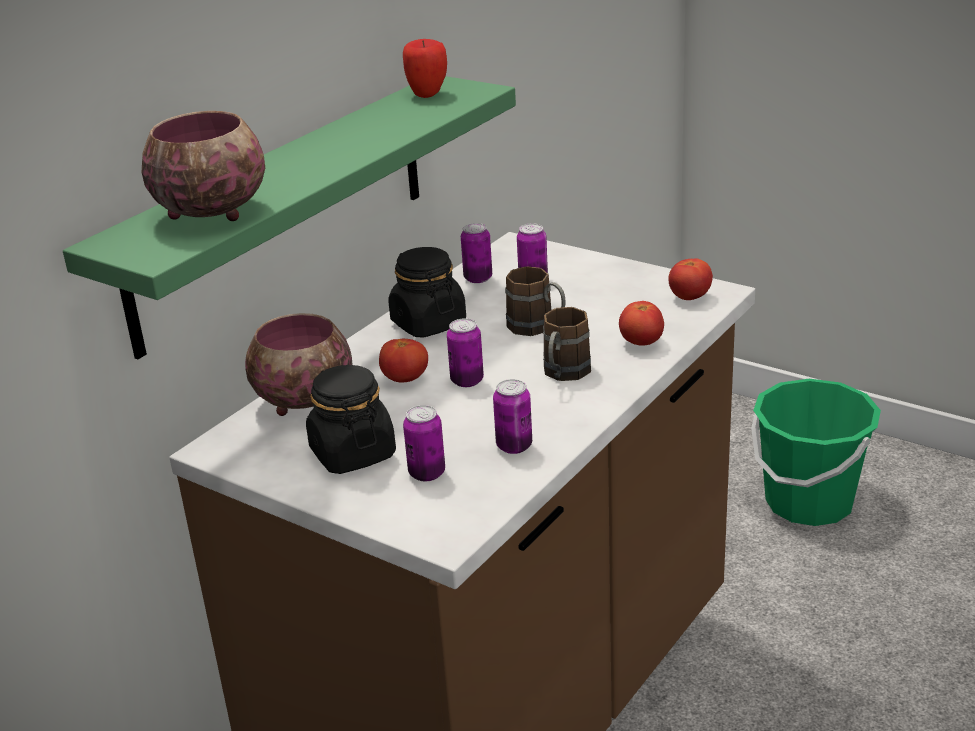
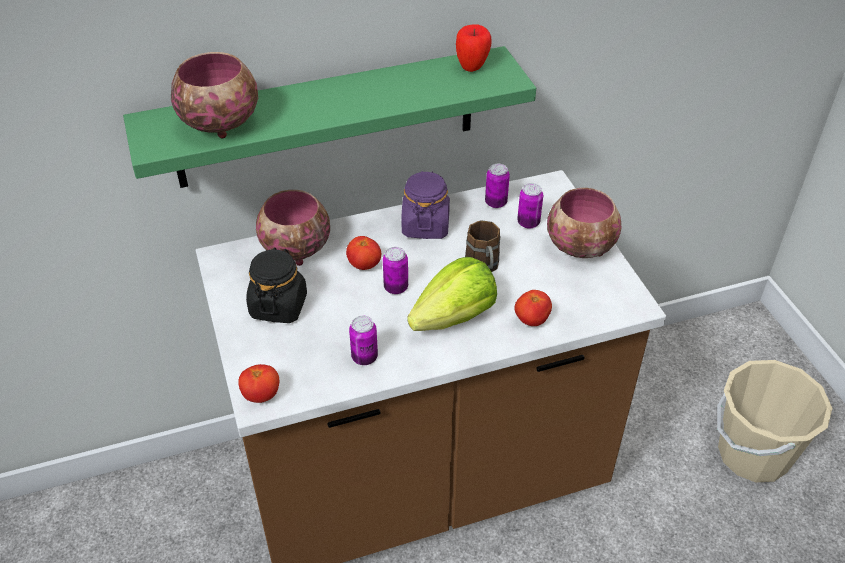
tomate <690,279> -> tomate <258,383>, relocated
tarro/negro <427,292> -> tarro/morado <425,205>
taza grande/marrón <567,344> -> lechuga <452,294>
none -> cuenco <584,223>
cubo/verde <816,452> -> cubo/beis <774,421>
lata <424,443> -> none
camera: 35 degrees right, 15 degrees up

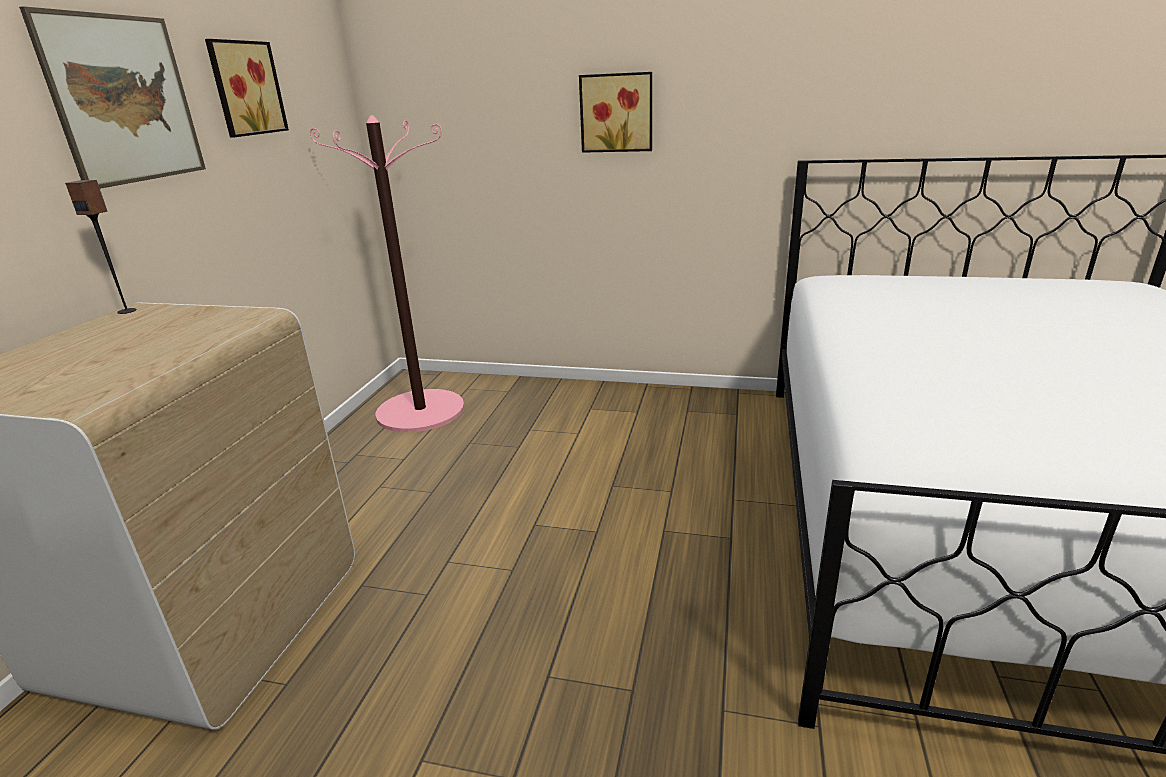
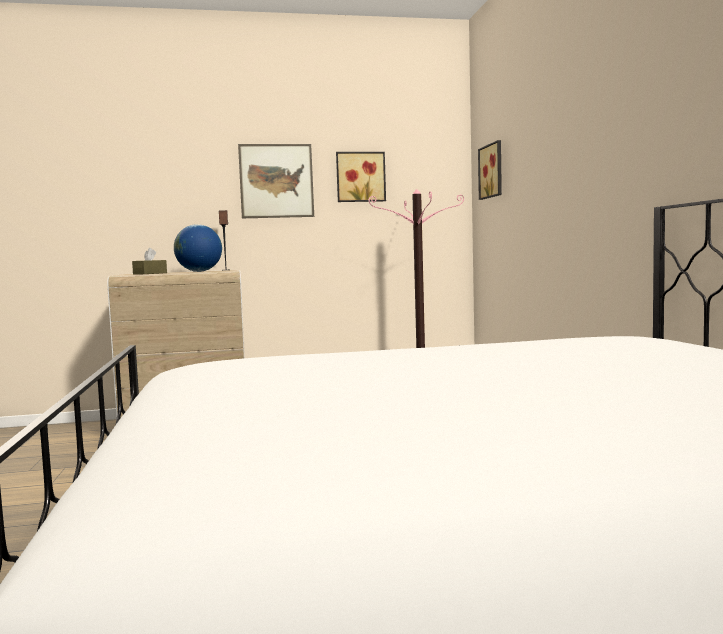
none -> caja de pañuelos/marrón <149,261>
none -> globo terráqueo <198,248>
cuadro <615,112> -> cuadro <490,170>, relocated
camera: 65 degrees right, 20 degrees down

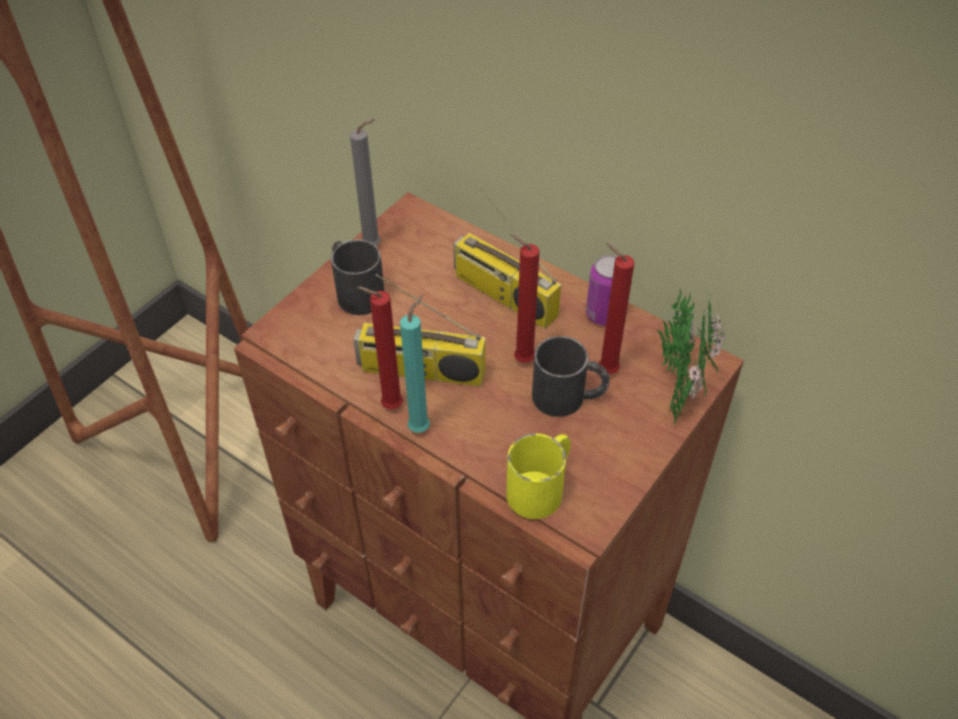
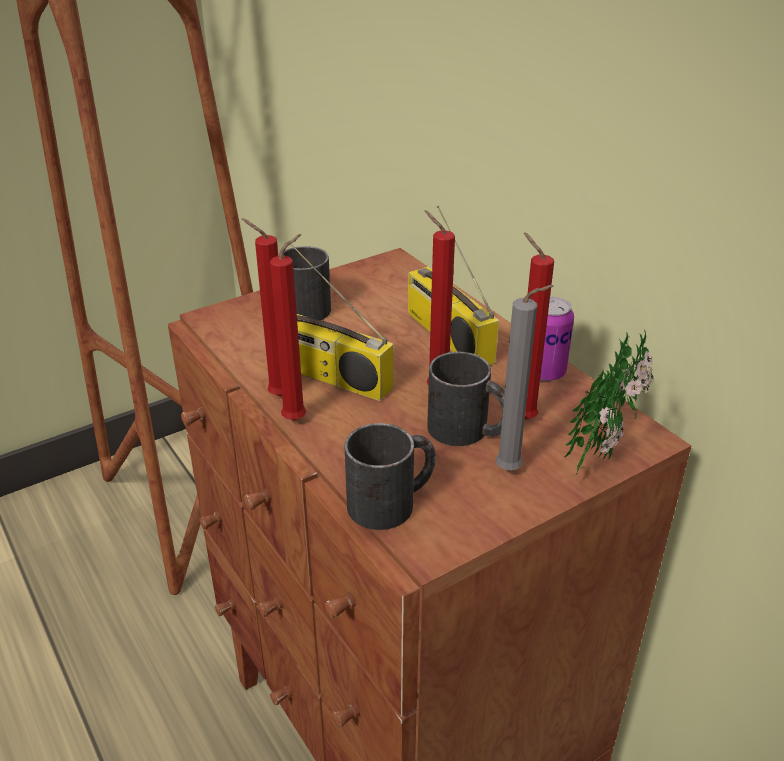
vela/turquesa <415,364> -> vela/rojo <288,327>
taza grande/amarillo <538,476> -> taza grande/negro <390,476>
vela/gris <365,182> -> vela/gris <525,378>, relocated
camera: 20 degrees right, 15 degrees down

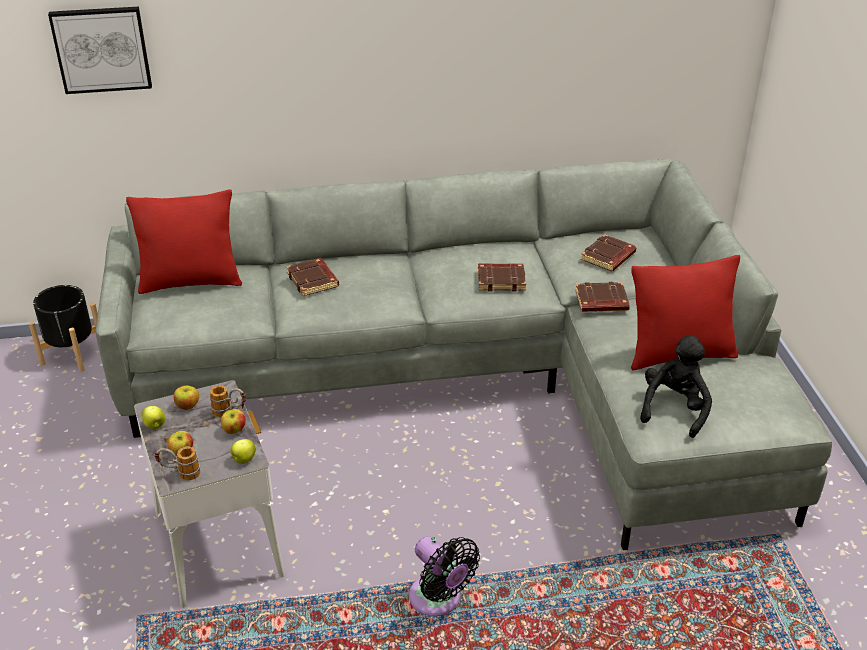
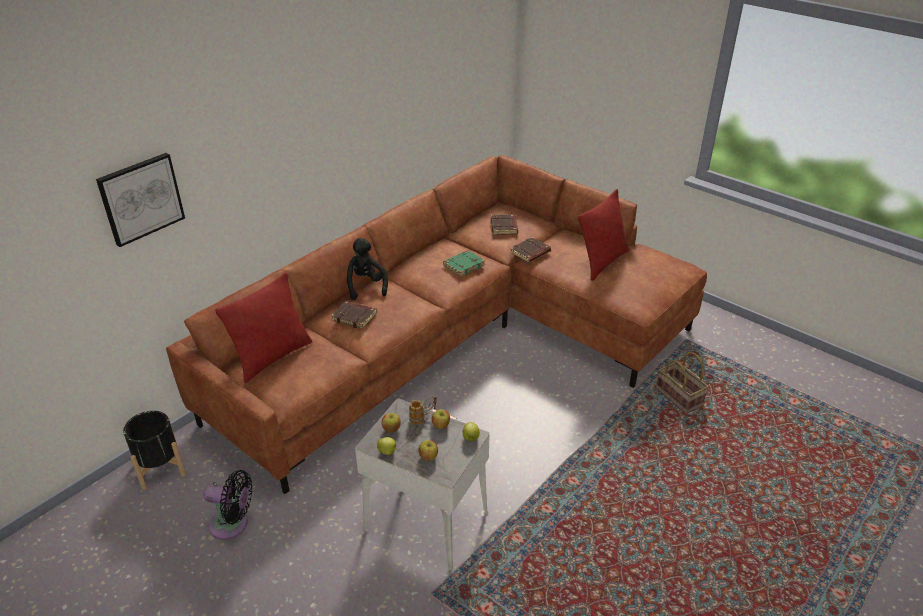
sofá/gris <464,354> -> sofá/marrón <436,324>
ventilador/negro <444,576> -> ventilador/negro <227,505>, relocated
peluche/negro <676,386> -> peluche/negro <367,269>, relocated
libro/marrón <502,277> -> libro/verde <464,263>
none -> cesta <682,383>
taza grande <177,463> -> none
camera: 40 degrees left, 0 degrees up

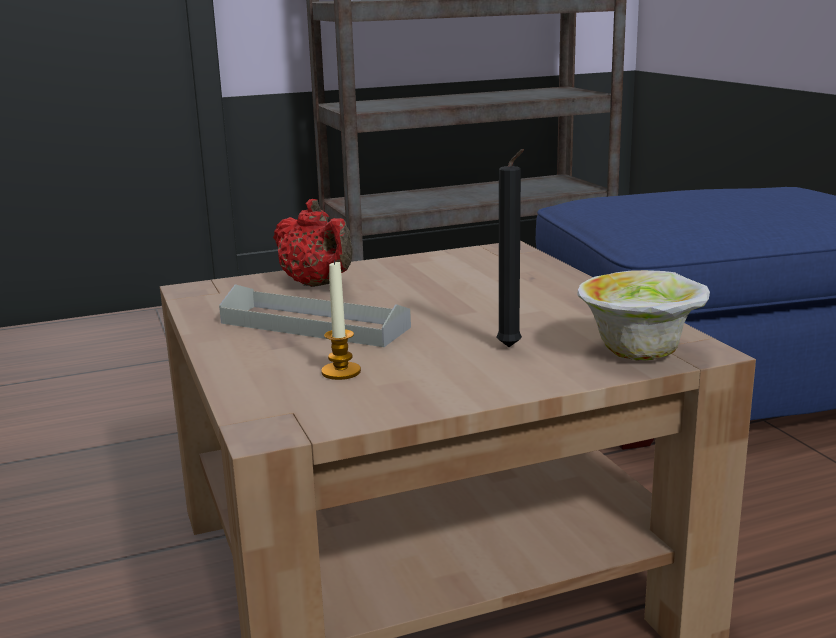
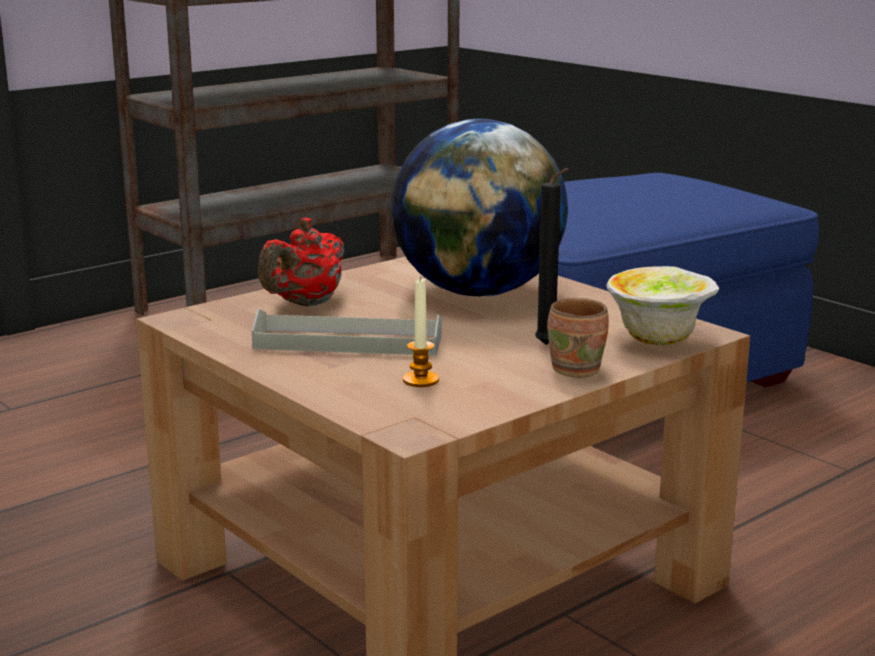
tetera/rojo <313,243> -> tetera/rojo <301,262>, 90 degrees clockwise
none -> globo terráqueo <479,207>
none -> taza grande/marrón <578,338>
camera: 20 degrees left, 0 degrees up

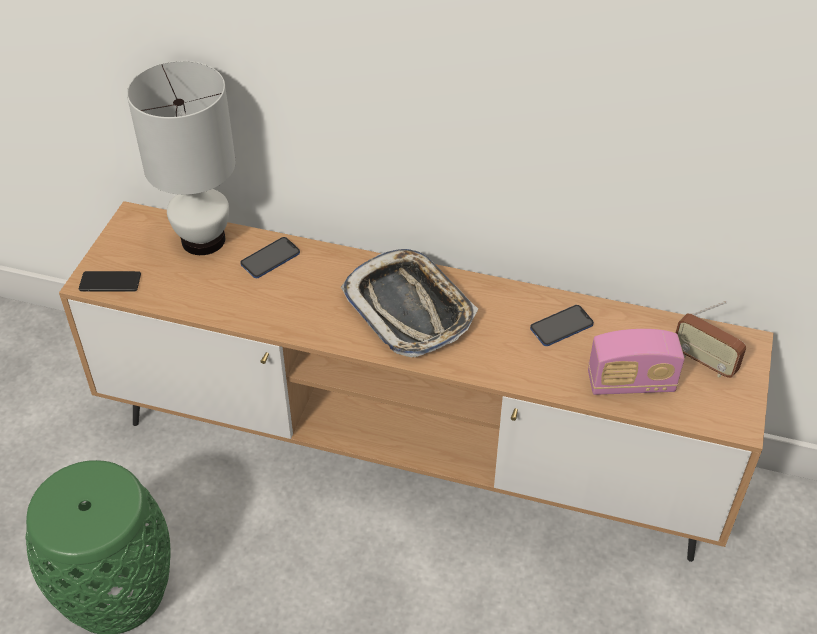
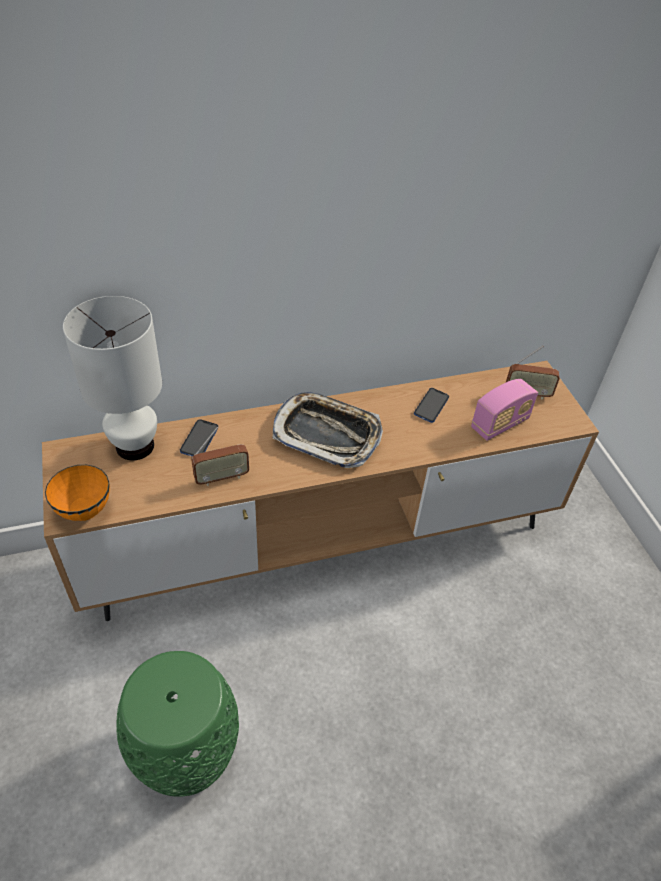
móvil <110,281> -> cuenco/naranja <77,493>
none -> radio <220,456>
camera: 35 degrees left, 0 degrees up

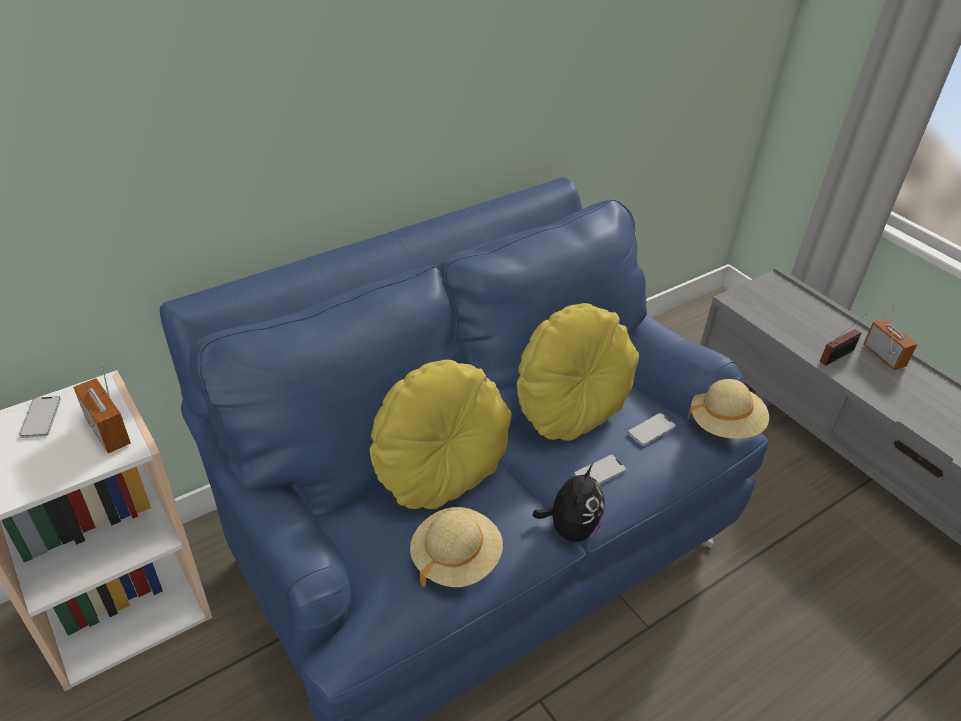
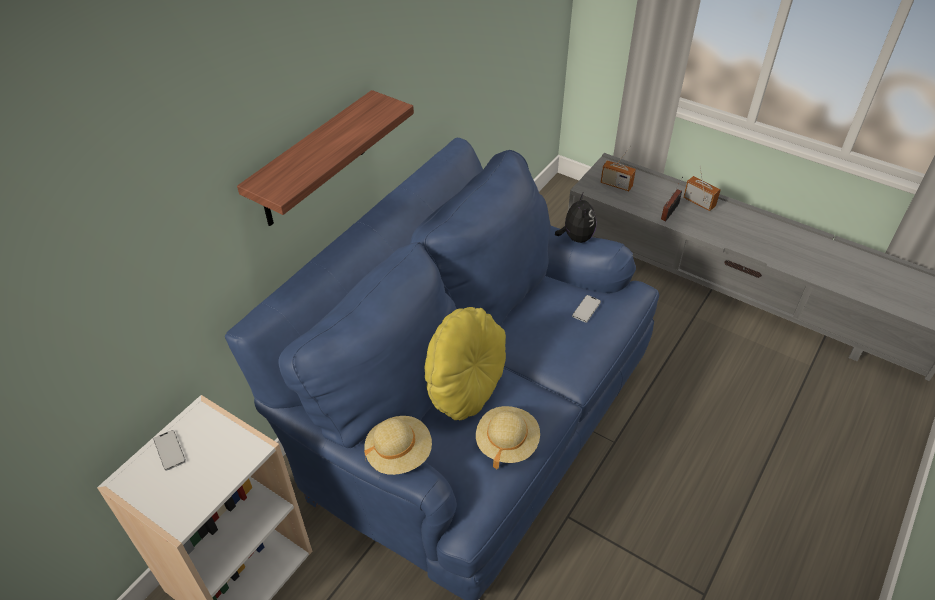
none -> estante <325,158>
sombrero/beis <728,409> -> sombrero/beis <398,445>, relocated
peluche <568,503> -> peluche <575,218>, relocated
radio <102,408> -> radio <618,168>, relocated
cojín/amarillo <578,372> -> none
móvil <600,469> -> none
camera: 20 degrees left, 5 degrees up

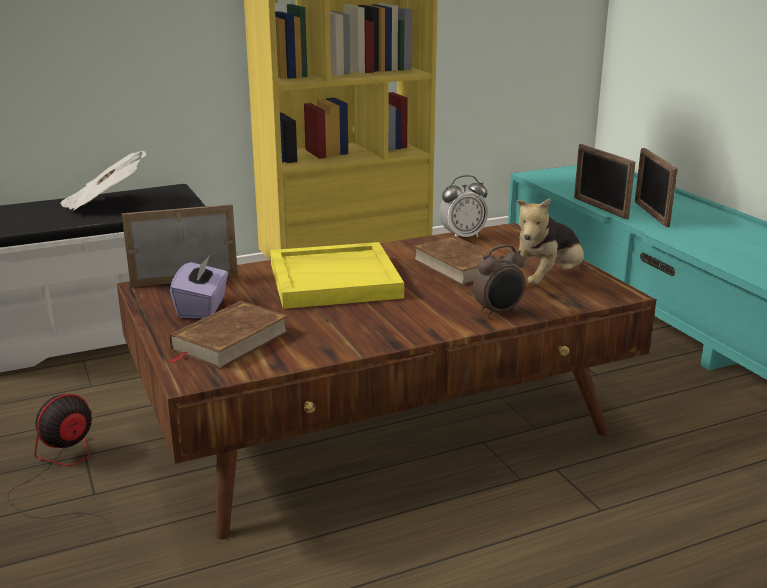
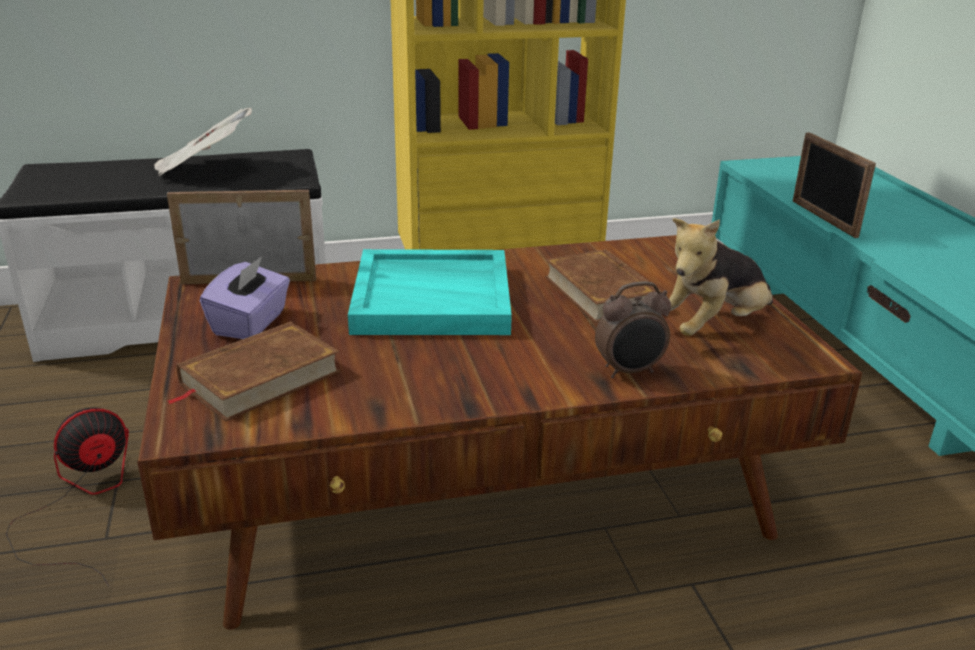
bandeja/amarillo <337,275> -> bandeja/turquesa <430,292>
despertador <463,206> -> none
portarretratos <656,187> -> none
camera: 10 degrees right, 5 degrees up

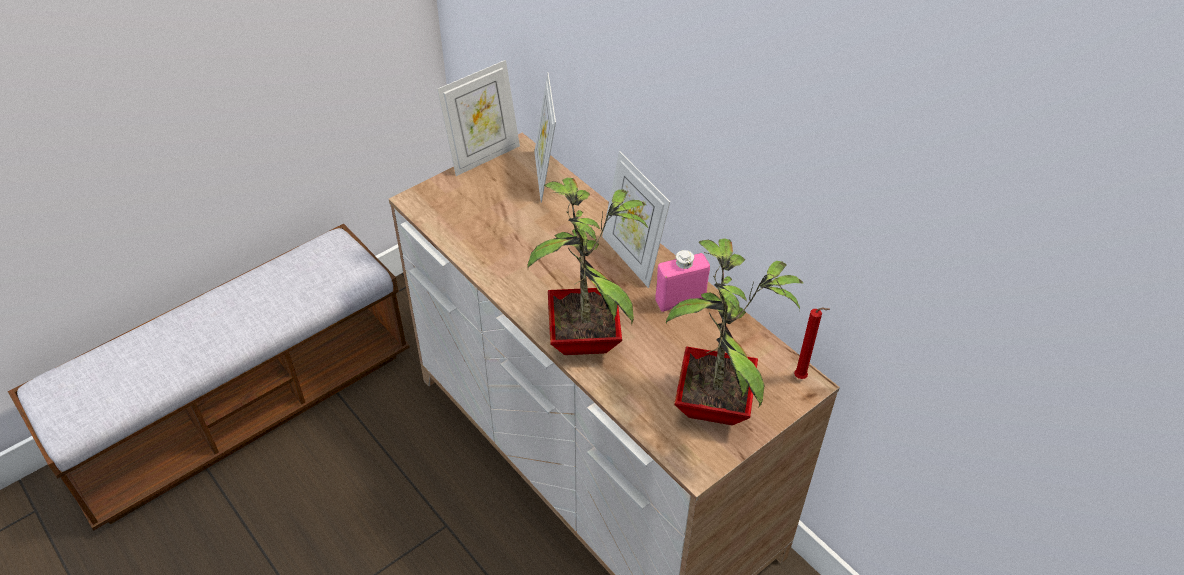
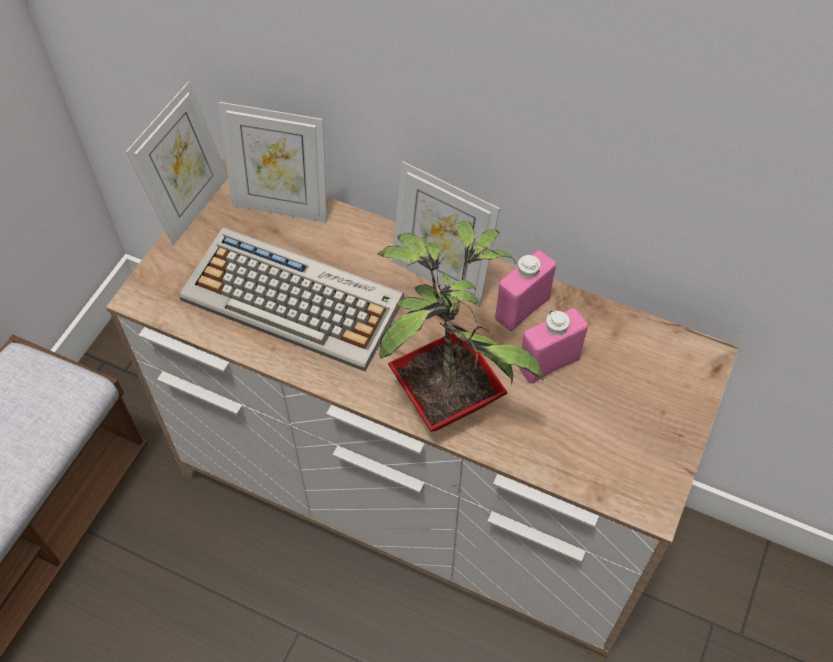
none -> teclado <291,299>
portarretratos <545,137> -> portarretratos <273,162>, 45 degrees counterclockwise
none -> botella/rosa <553,345>
planta en maceta <734,331> -> none
vela/rojo <812,343> -> none
camera: 25 degrees left, 10 degrees up

